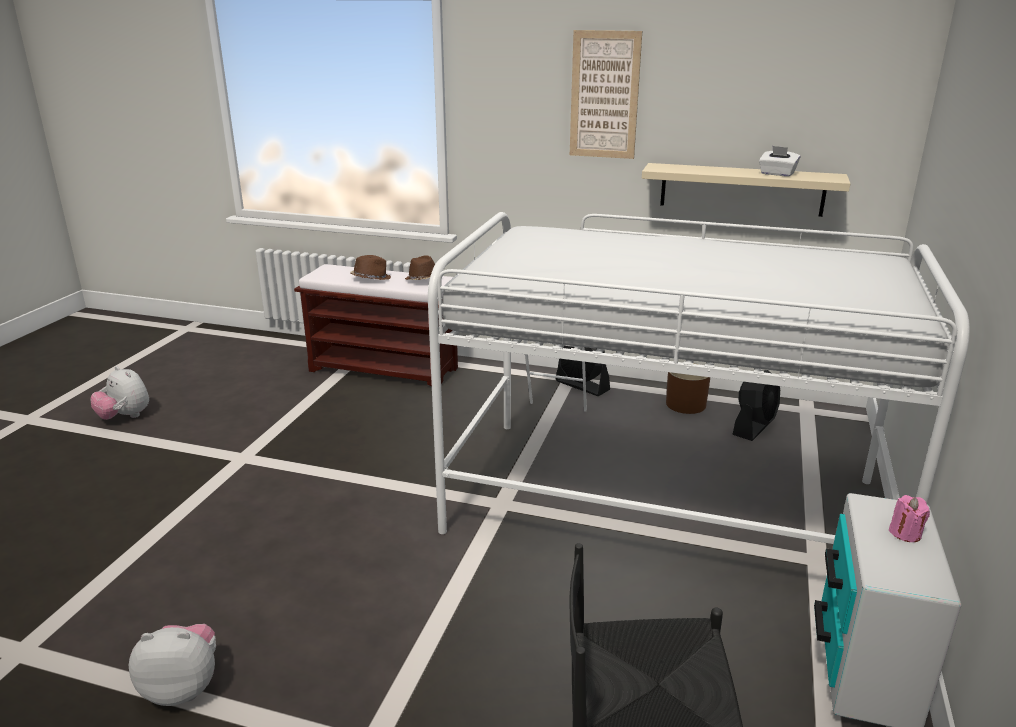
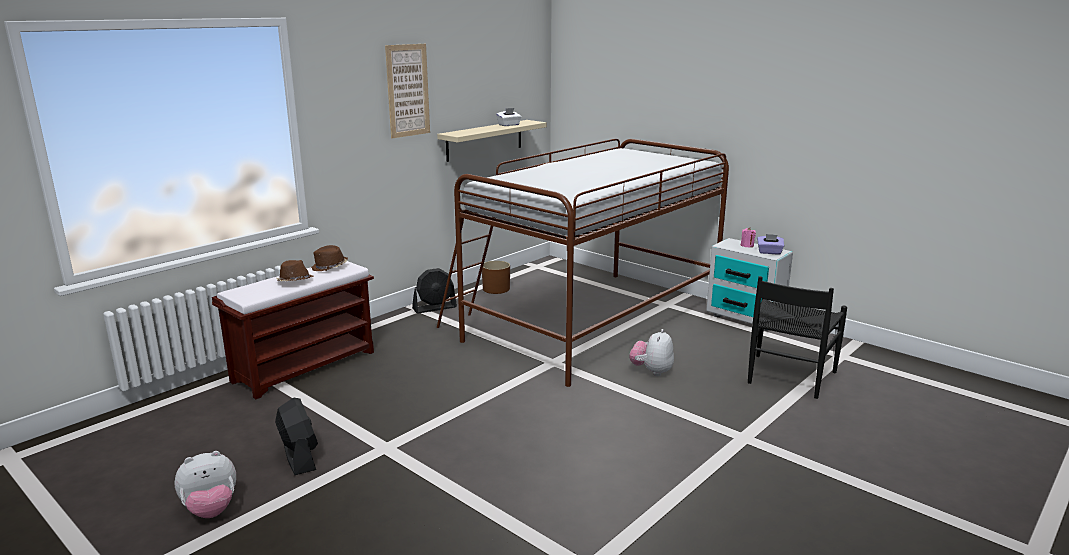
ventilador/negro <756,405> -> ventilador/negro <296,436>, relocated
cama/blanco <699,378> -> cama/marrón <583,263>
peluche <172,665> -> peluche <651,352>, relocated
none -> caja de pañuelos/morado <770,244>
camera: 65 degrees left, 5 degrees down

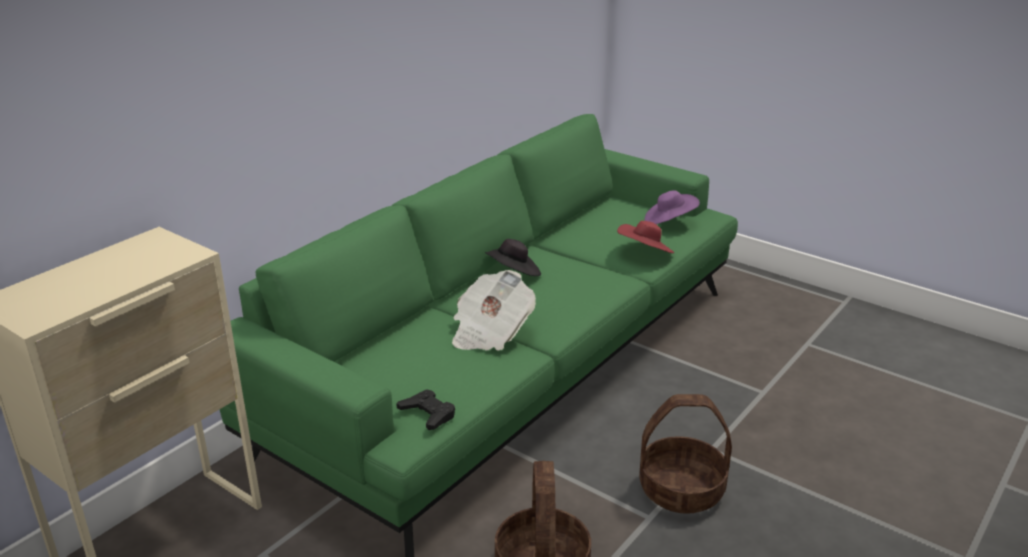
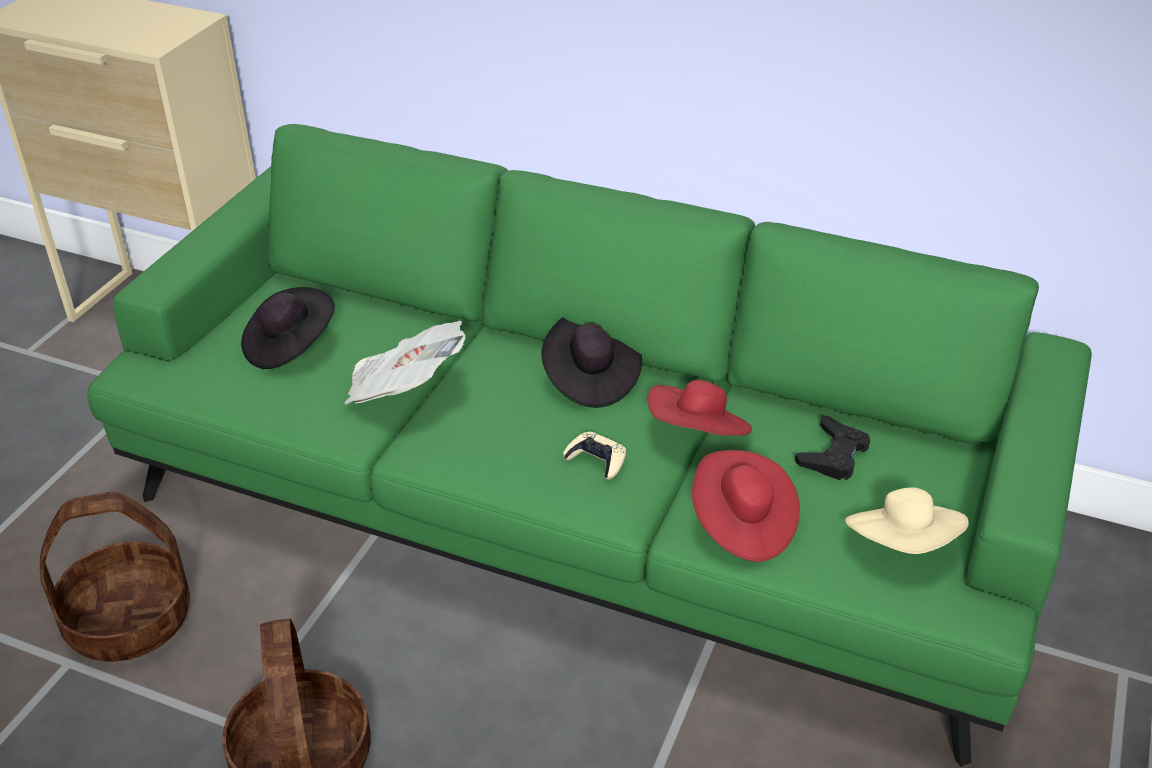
none -> sombrero/negro <288,328>
none -> mando de consola/beis <594,455>
none -> sombrero/rojo <700,408>
mando de consola/negro <425,409> -> mando de consola/negro <832,447>, relocated
sombrero/morado <672,207> -> sombrero/beis <907,520>
camera: 75 degrees right, 10 degrees up

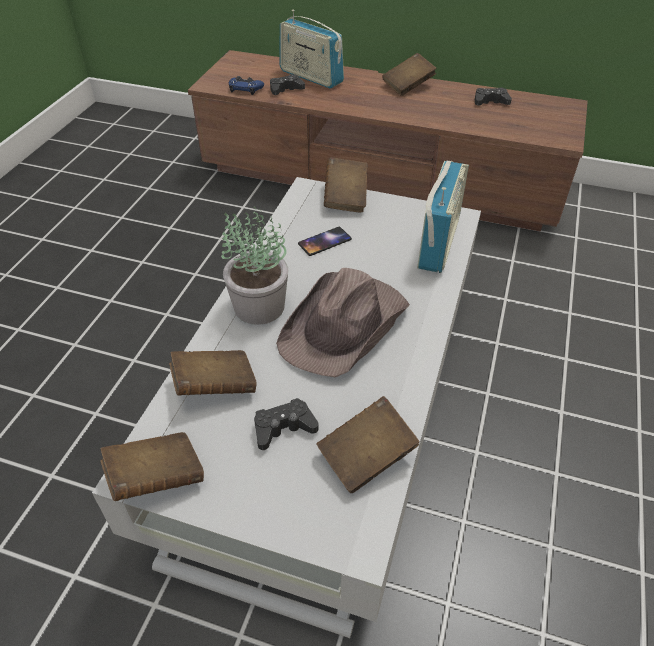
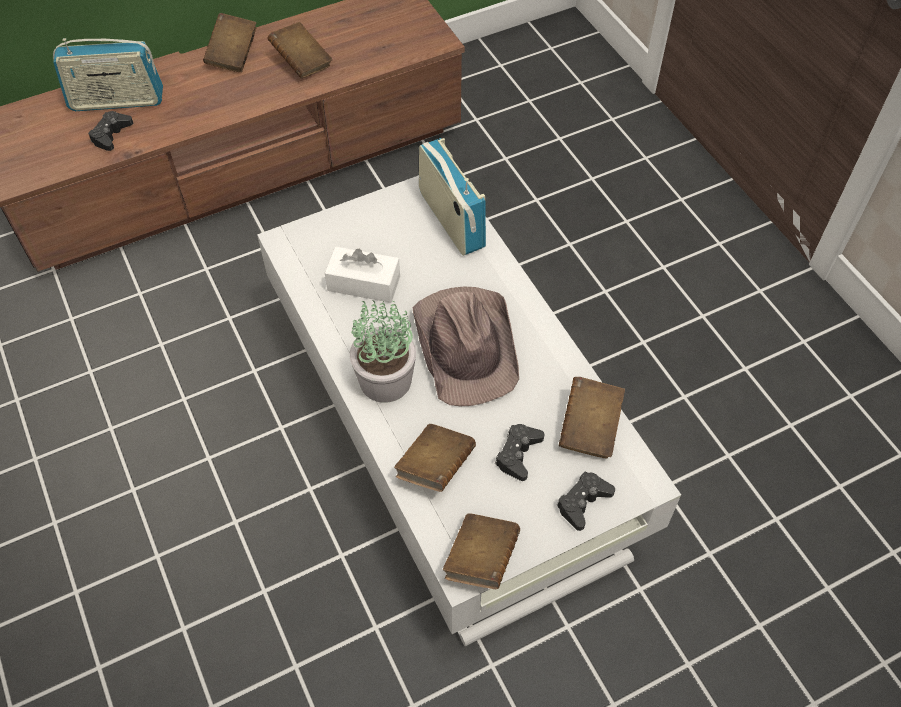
libro/marrón <346,184> -> libro/marrón <299,50>, relocated
móvil <325,241> -> caja de pañuelos/blanco <362,275>
mando de consola/negro <493,97> -> mando de consola/negro <586,501>, relocated
mando de consola/azul <246,85> -> none
camera: 45 degrees left, 10 degrees up

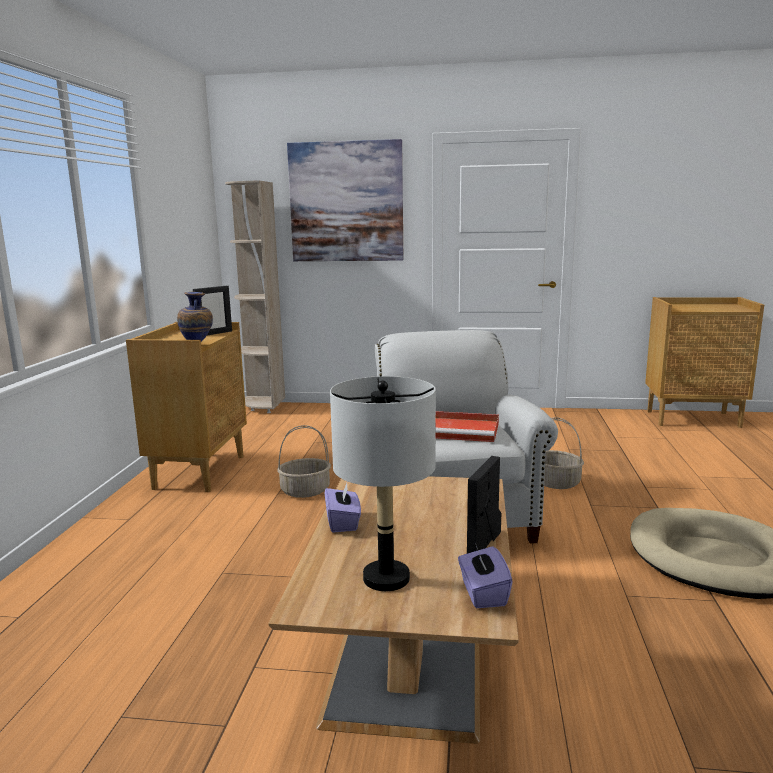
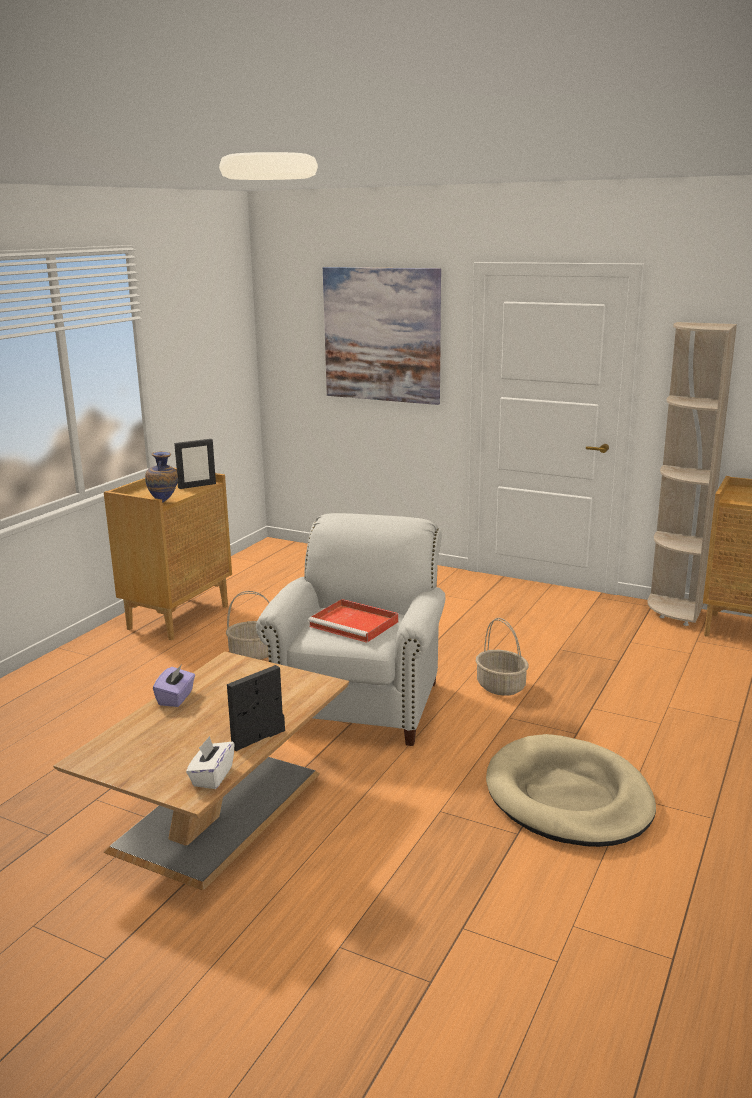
caja de pañuelos/morado <485,577> -> caja de pañuelos/blanco <210,762>
estantería/beis <255,296> -> estantería/beis <692,474>, relocated
lámpara de mesa/gris <383,483> -> none
camera: 20 degrees right, 5 degrees up

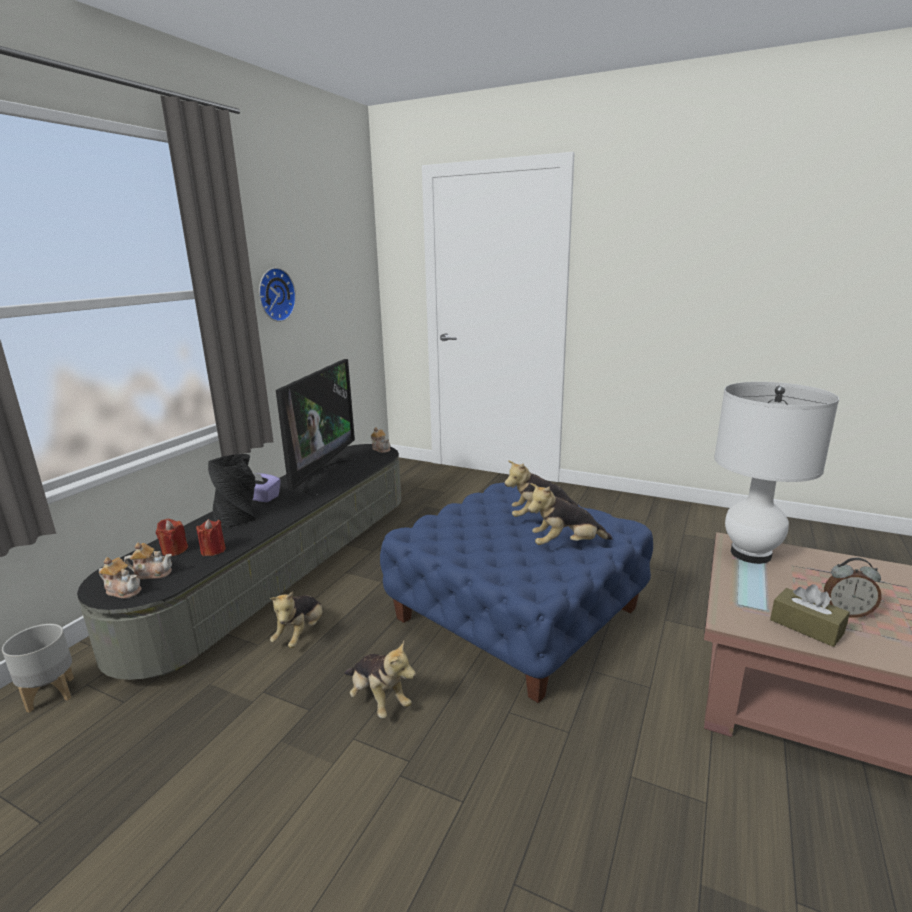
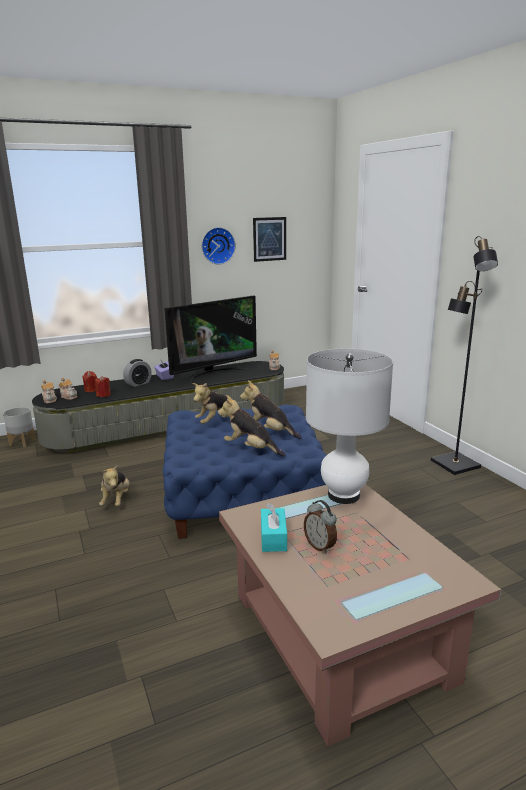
florero/negro <232,490> -> despertador <137,373>
peluche <296,619> -> peluche <217,403>, relocated
none -> cuadro <269,239>
caja de pañuelos/marrón <810,615> -> caja de pañuelos/turquesa <274,527>
none -> lámpara de pie/negro <464,355>
camera: 40 degrees right, 0 degrees up

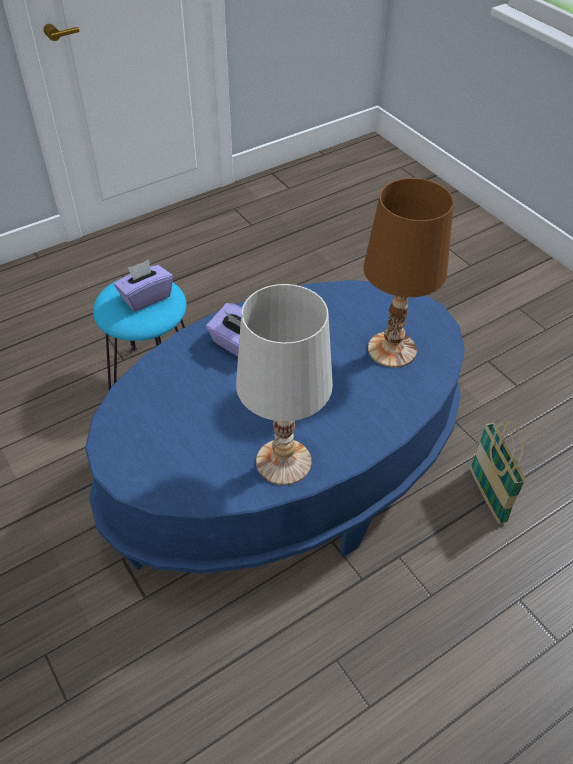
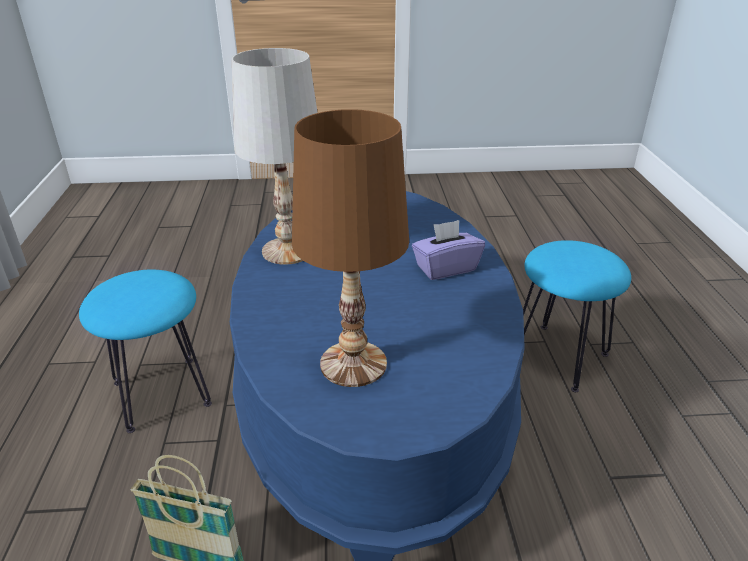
none -> taburete/turquesa <145,351>
caja de pañuelos/morado <143,286> -> none
camera: 120 degrees right, 15 degrees down

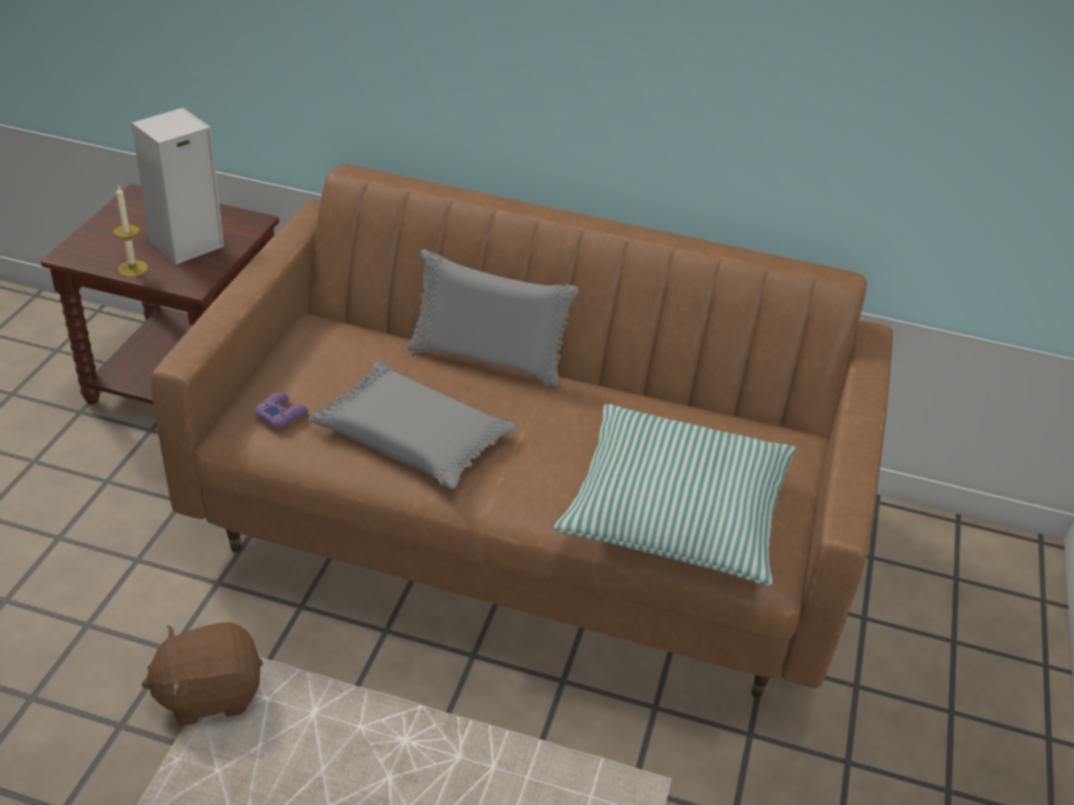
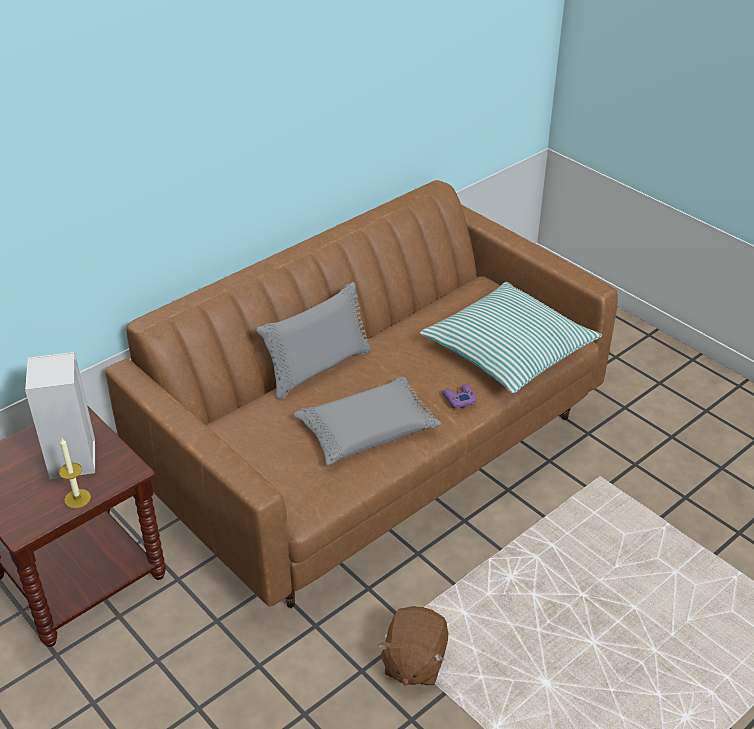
mando de consola/morado <282,410> -> mando de consola/morado <459,396>, relocated
camera: 55 degrees left, 0 degrees up

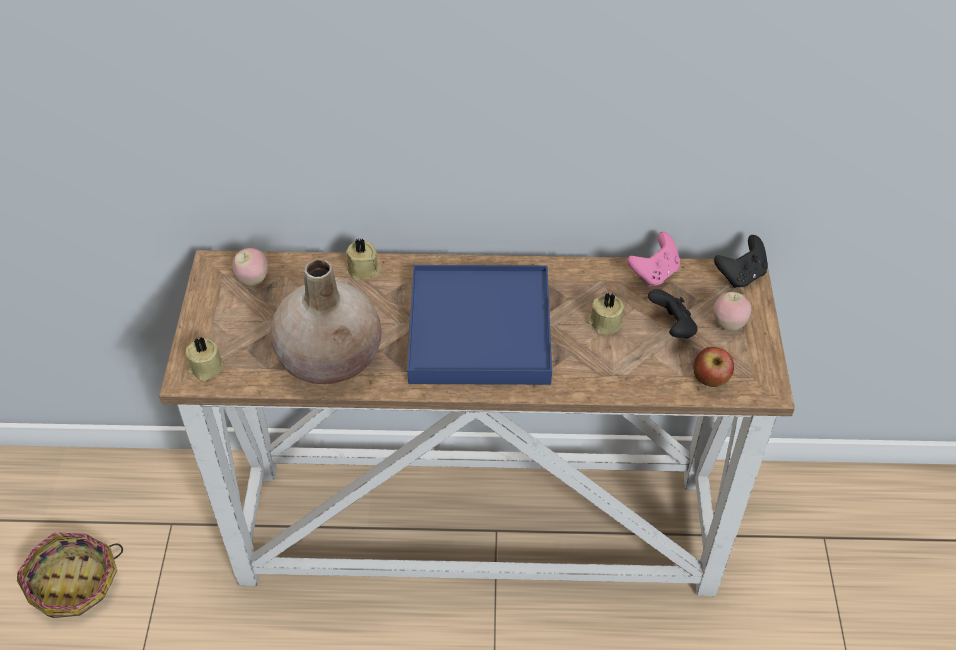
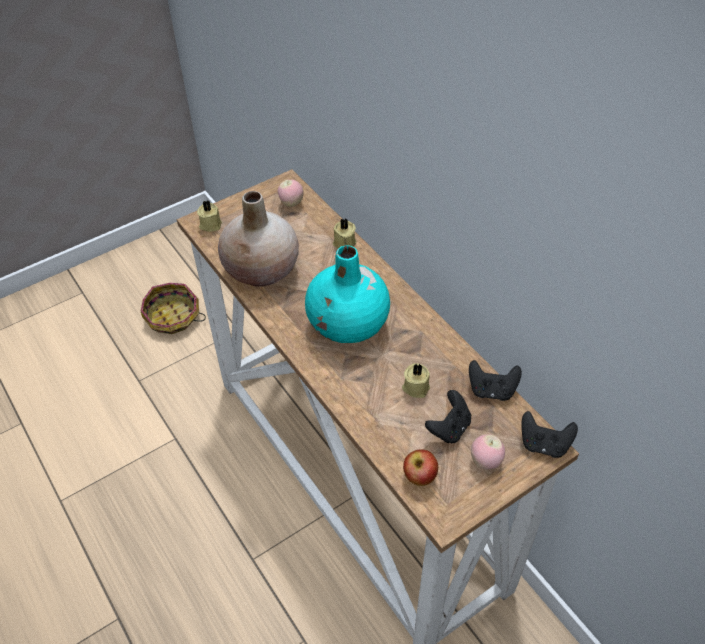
bandeja/azul <479,325> -> florero/turquesa <347,294>
mando de consola/rosa <653,259> -> mando de consola/negro <495,380>
camera: 55 degrees right, 0 degrees up

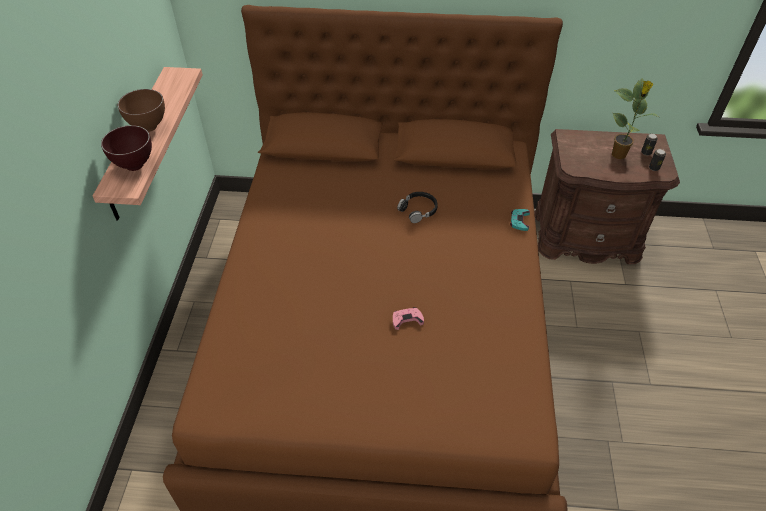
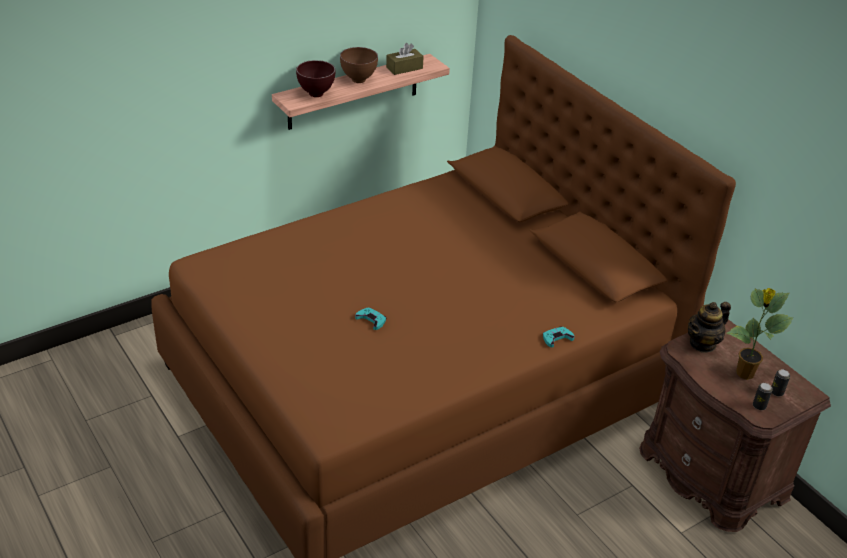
mando de consola/rosa <408,318> -> mando de consola/turquesa <371,318>
none -> caja de pañuelos/marrón <405,59>
none -> tetera <709,327>
auriculares/negro <417,207> -> none
camera: 50 degrees right, 10 degrees down

